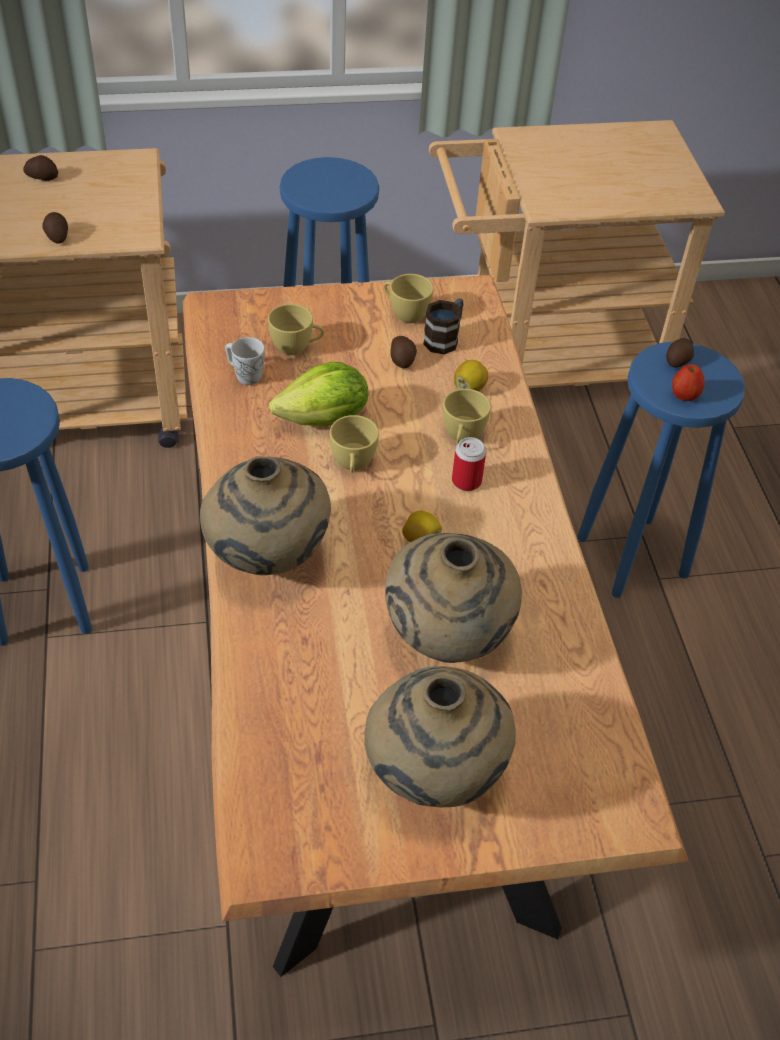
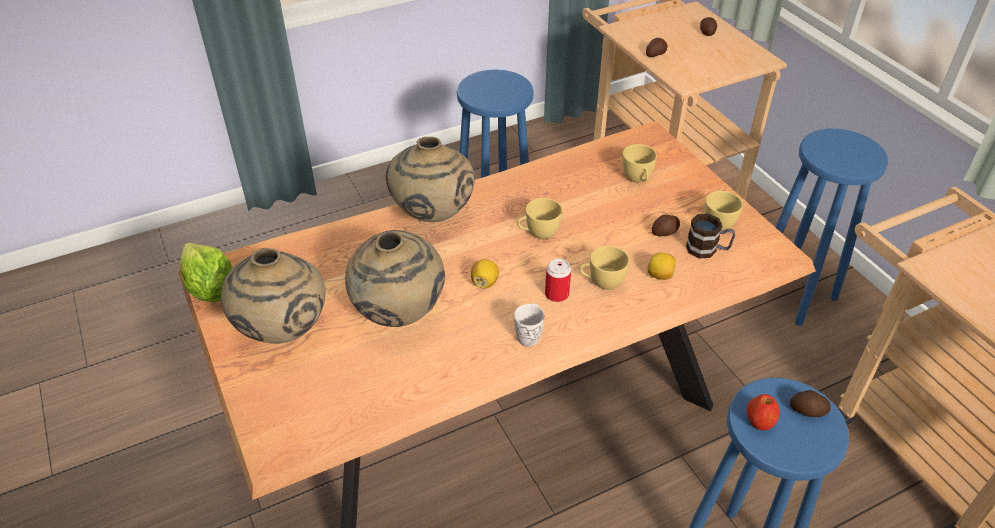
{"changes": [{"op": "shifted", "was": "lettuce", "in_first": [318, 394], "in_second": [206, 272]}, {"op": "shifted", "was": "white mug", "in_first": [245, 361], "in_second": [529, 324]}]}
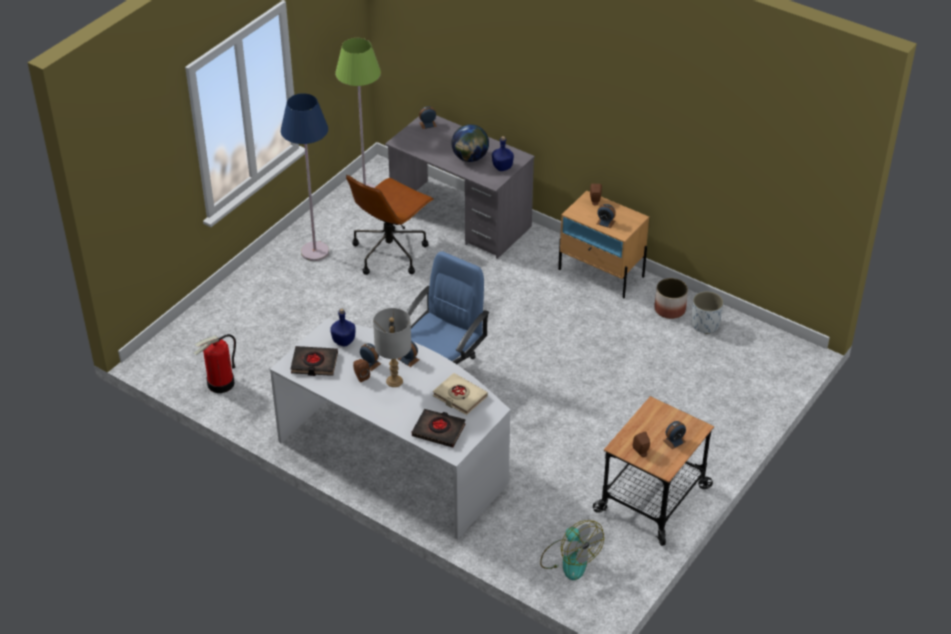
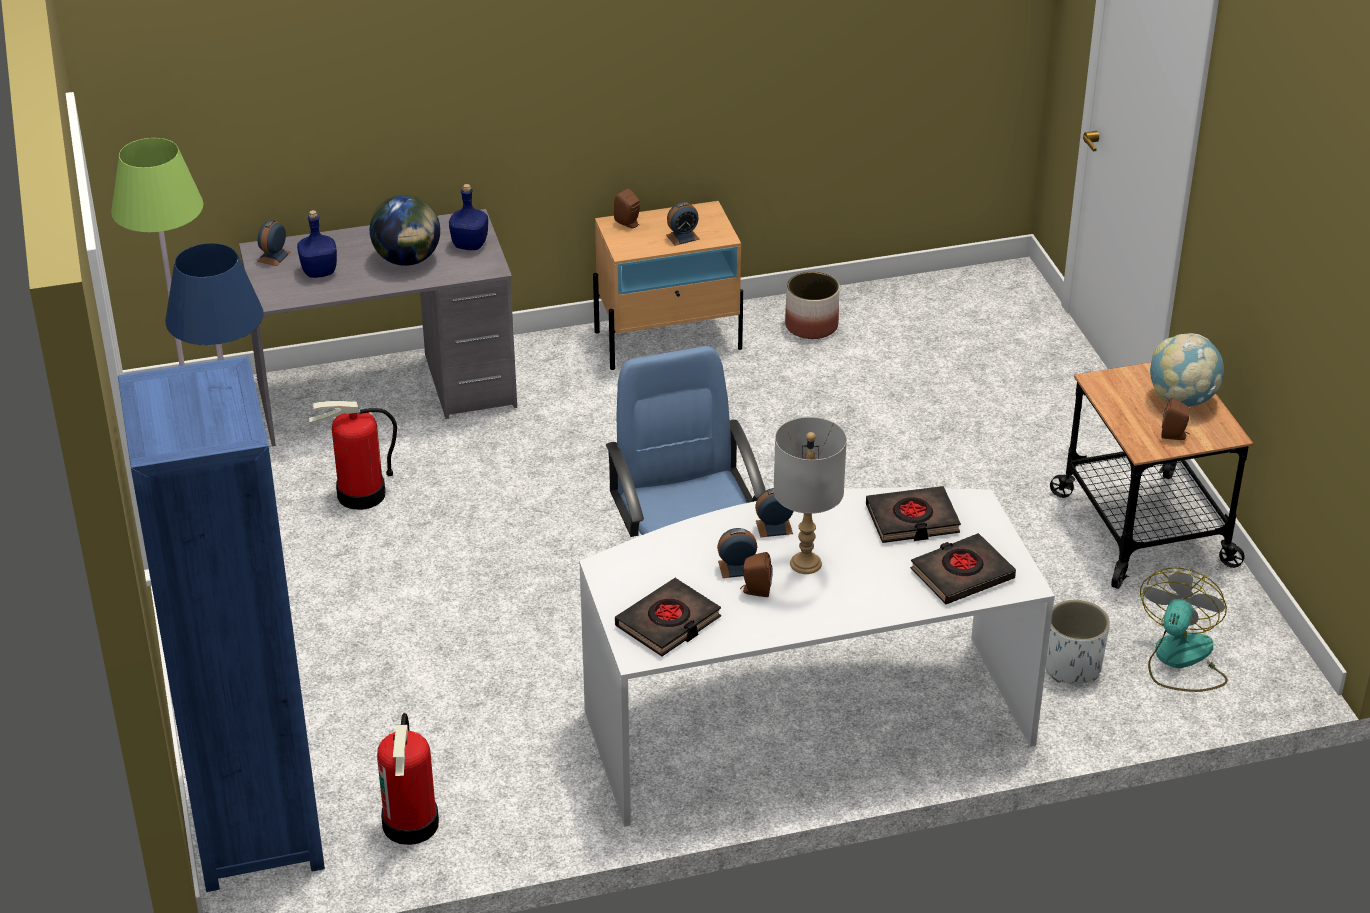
{"changes": [{"op": "new", "now": "blue bookcase", "in_second": [221, 624]}, {"op": "shifted", "was": "blue bottle", "in_first": [343, 327], "in_second": [317, 244]}, {"op": "swapped", "was": "brown office chair", "now": "fire extinguisher", "in_first": [390, 225], "in_second": [353, 455]}, {"op": "repainted", "was": "beige book", "now": "black book", "in_first": [460, 394], "in_second": [913, 514]}, {"op": "shifted", "was": "white planter", "in_first": [707, 312], "in_second": [1078, 642]}, {"op": "rotated", "was": "fan", "in_first": [572, 550], "in_second": [1184, 629], "clockwise": -75}, {"op": "swapped", "was": "alarm clock", "now": "globe", "in_first": [674, 435], "in_second": [1187, 370]}]}
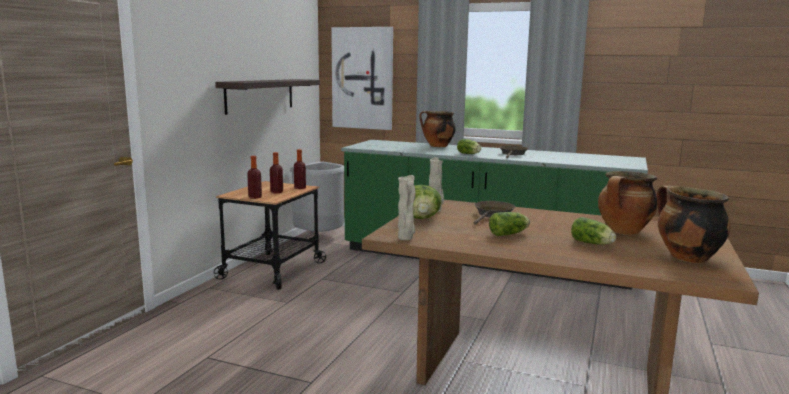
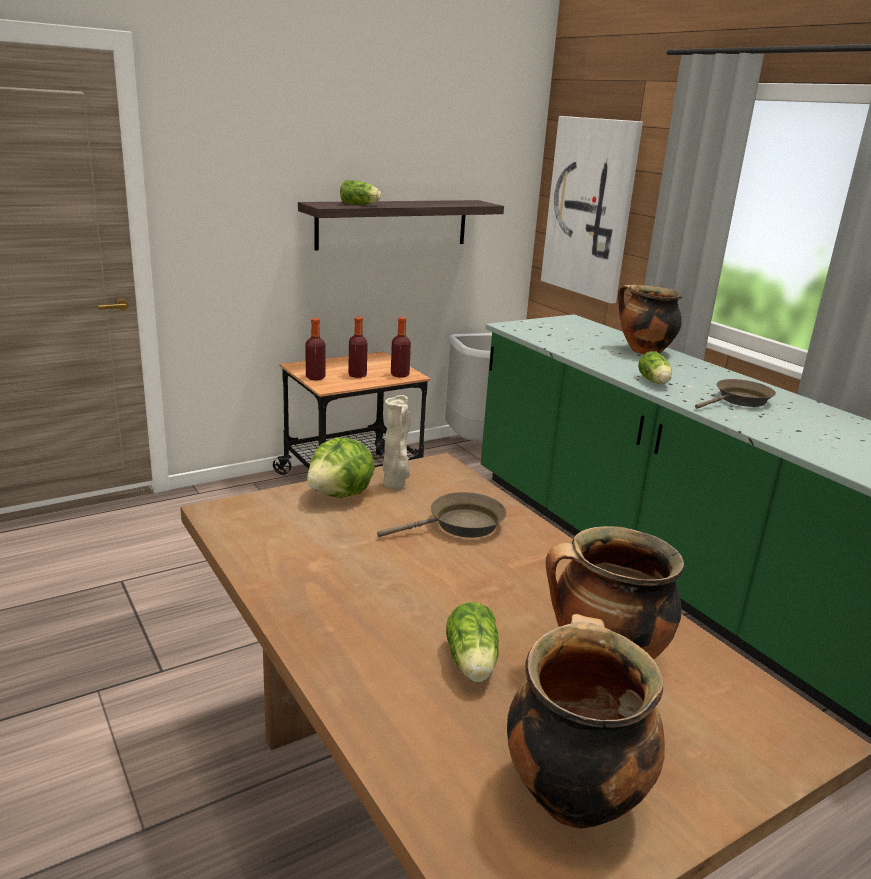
{"changes": [{"op": "shifted", "was": "lettuce", "in_first": [509, 224], "in_second": [360, 192]}, {"op": "gone", "was": "beige vase", "in_first": [407, 207]}]}
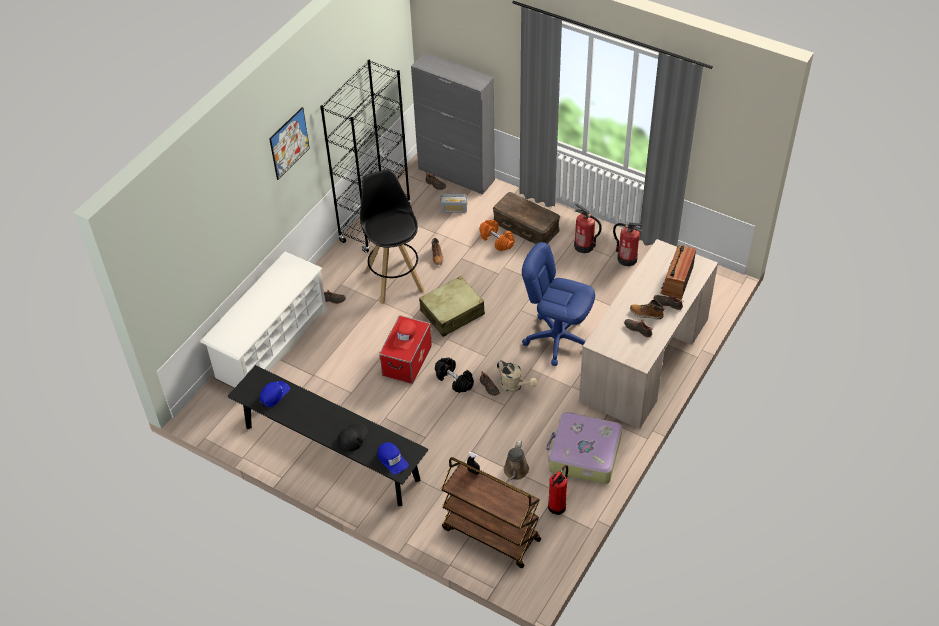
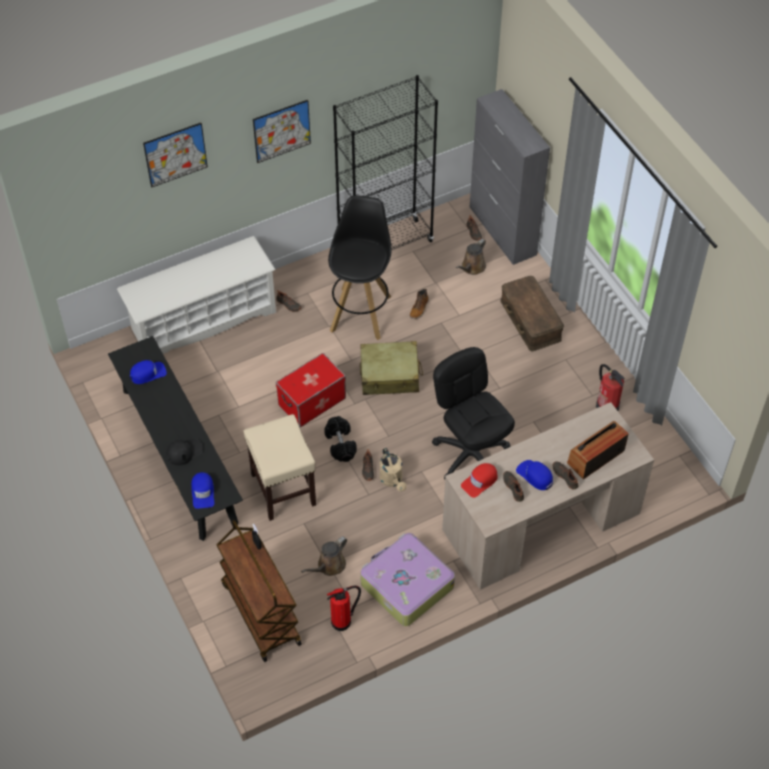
{"changes": [{"op": "new", "now": "picture", "in_second": [175, 155]}, {"op": "new", "now": "beige stool", "in_second": [279, 467]}, {"op": "repainted", "was": "blue office chair", "now": "black office chair", "in_first": [558, 304], "in_second": [473, 413]}, {"op": "swapped", "was": "radio", "now": "brown watering can", "in_first": [454, 203], "in_second": [471, 257]}, {"op": "shifted", "was": "red cap", "in_first": [405, 334], "in_second": [479, 480]}, {"op": "swapped", "was": "boot", "now": "blue cap", "in_first": [647, 309], "in_second": [534, 475]}, {"op": "gone", "was": "orange dumbbell", "in_first": [496, 235]}, {"op": "gone", "was": "fire extinguisher", "in_first": [588, 228]}]}
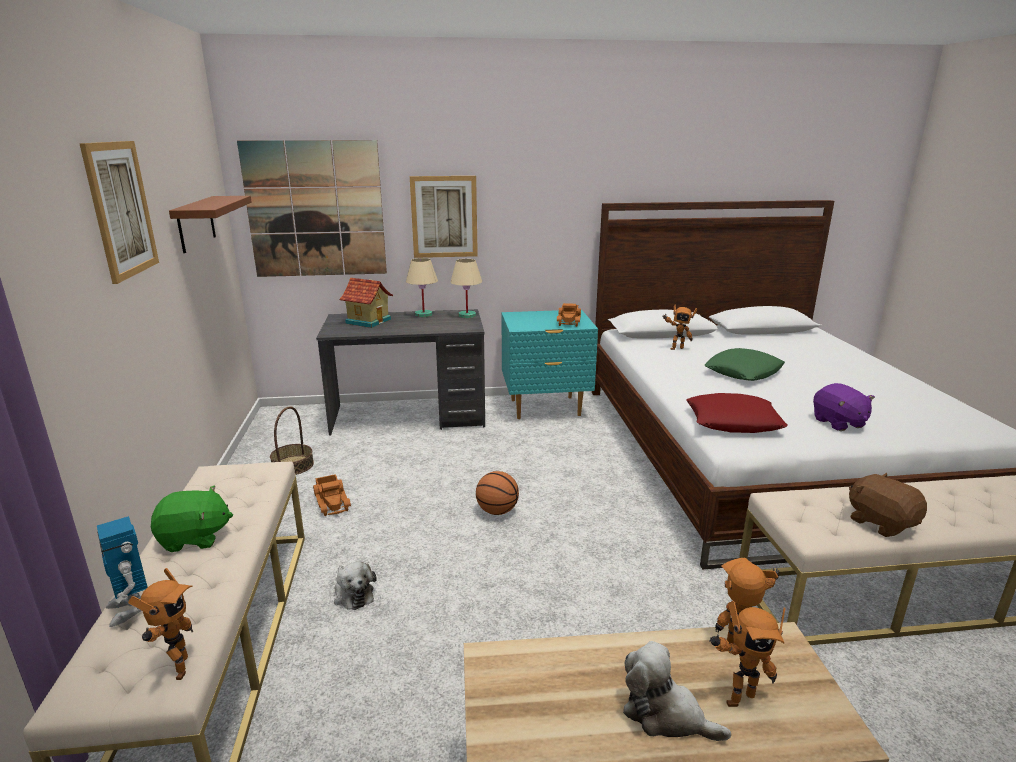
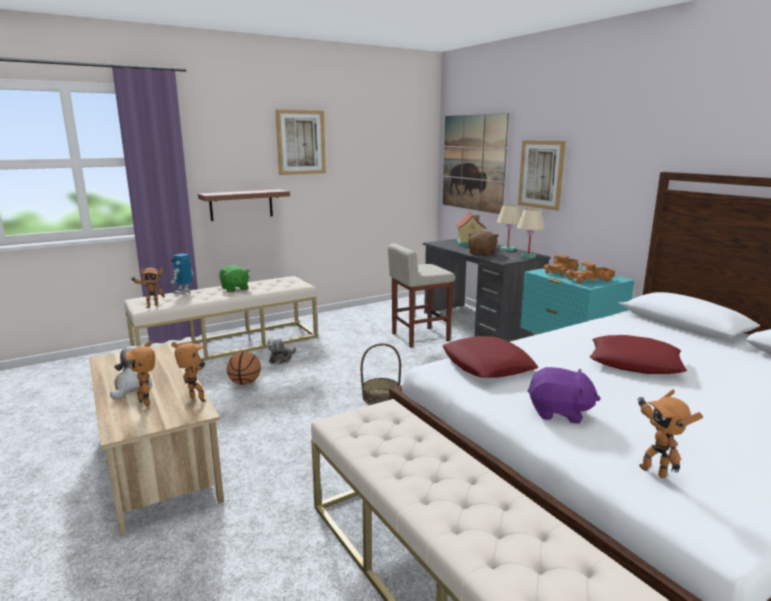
{"changes": [{"op": "shifted", "was": "brown shelf", "in_first": [210, 224], "in_second": [244, 205]}, {"op": "shifted", "was": "basketball", "in_first": [497, 493], "in_second": [244, 368]}, {"op": "shifted", "was": "basket", "in_first": [292, 440], "in_second": [381, 374]}, {"op": "new", "now": "beige stool", "in_second": [421, 295]}, {"op": "shifted", "was": "brown plush toy", "in_first": [888, 505], "in_second": [484, 243]}, {"op": "rotated", "was": "purple plush toy", "in_first": [844, 407], "in_second": [564, 395], "clockwise": -120}, {"op": "shifted", "was": "toy truck", "in_first": [332, 495], "in_second": [561, 265]}, {"op": "repainted", "was": "green pillow", "now": "red pillow", "in_first": [744, 364], "in_second": [638, 354]}, {"op": "shifted", "was": "toy robot", "in_first": [679, 327], "in_second": [670, 433]}]}
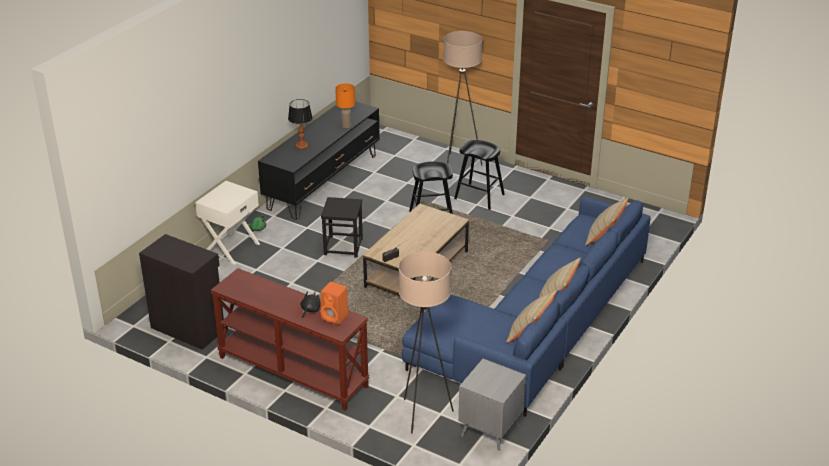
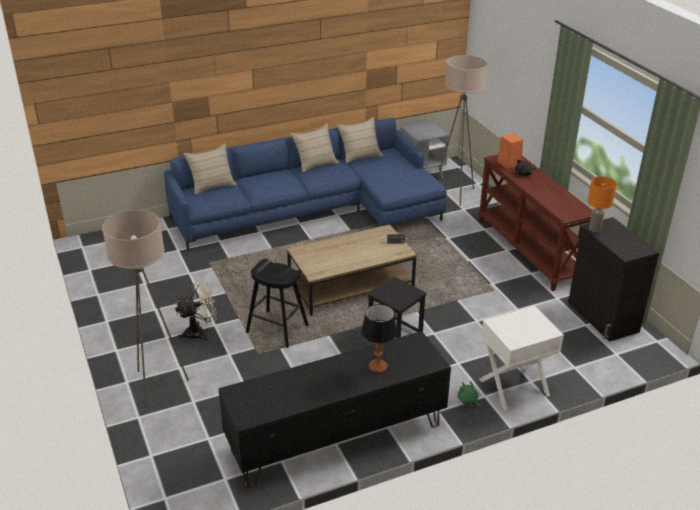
{"changes": [{"op": "swapped", "was": "black stool", "now": "beige fan", "in_first": [479, 175], "in_second": [196, 311]}, {"op": "shifted", "was": "orange table lamp", "in_first": [345, 105], "in_second": [602, 204]}]}
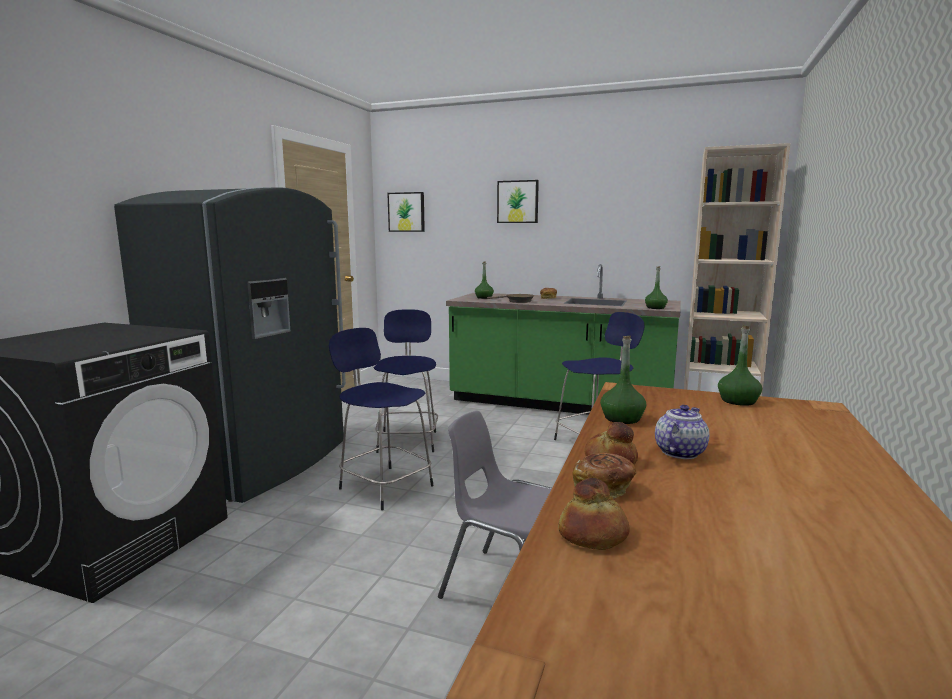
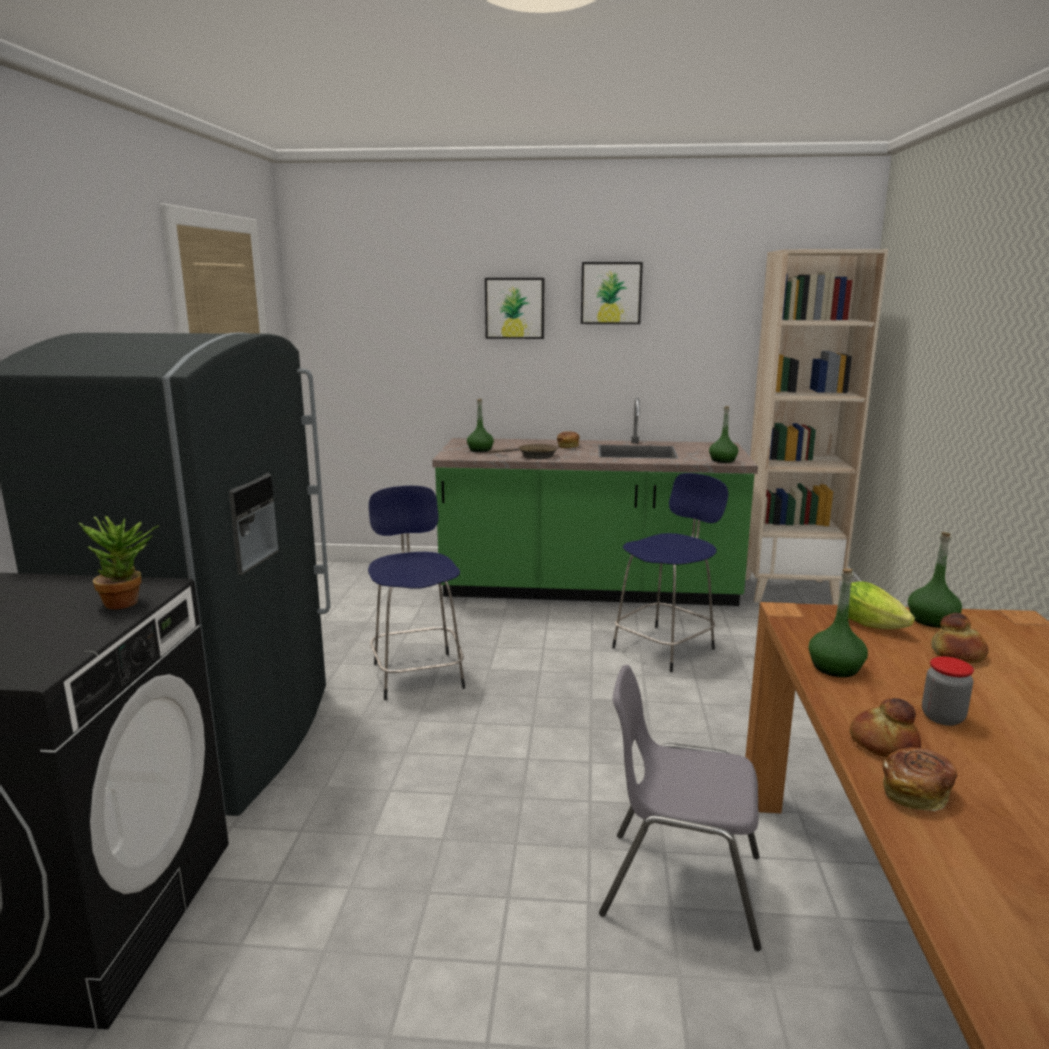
{"changes": [{"op": "new", "now": "potted plant", "in_second": [119, 562]}, {"op": "shifted", "was": "picture", "in_first": [406, 212], "in_second": [612, 293]}, {"op": "new", "now": "lettuce", "in_second": [876, 605]}, {"op": "swapped", "was": "teapot", "now": "jar", "in_first": [682, 432], "in_second": [948, 691]}, {"op": "shifted", "was": "bread", "in_first": [593, 514], "in_second": [960, 638]}, {"op": "gone", "was": "blue stool", "in_first": [381, 419]}]}
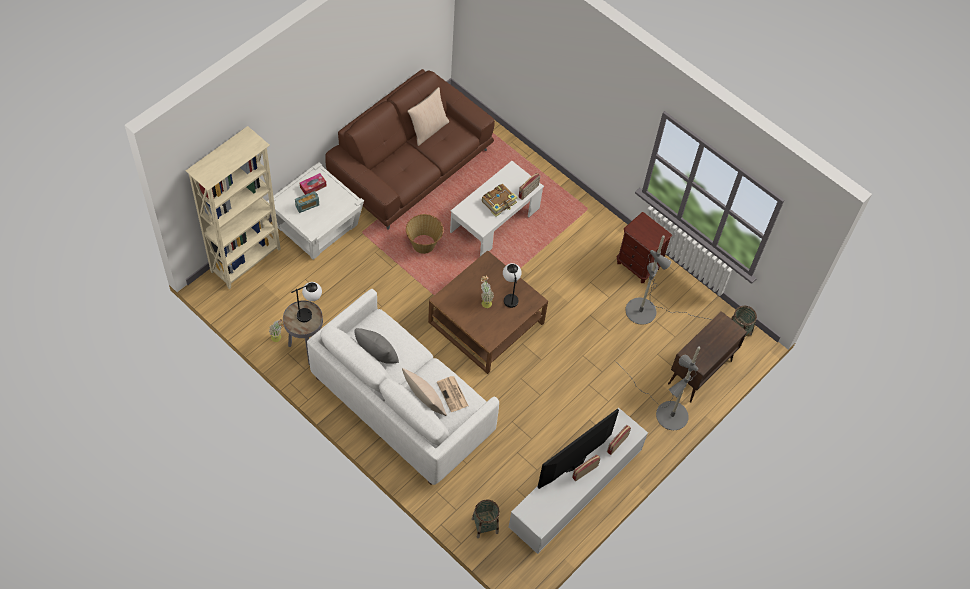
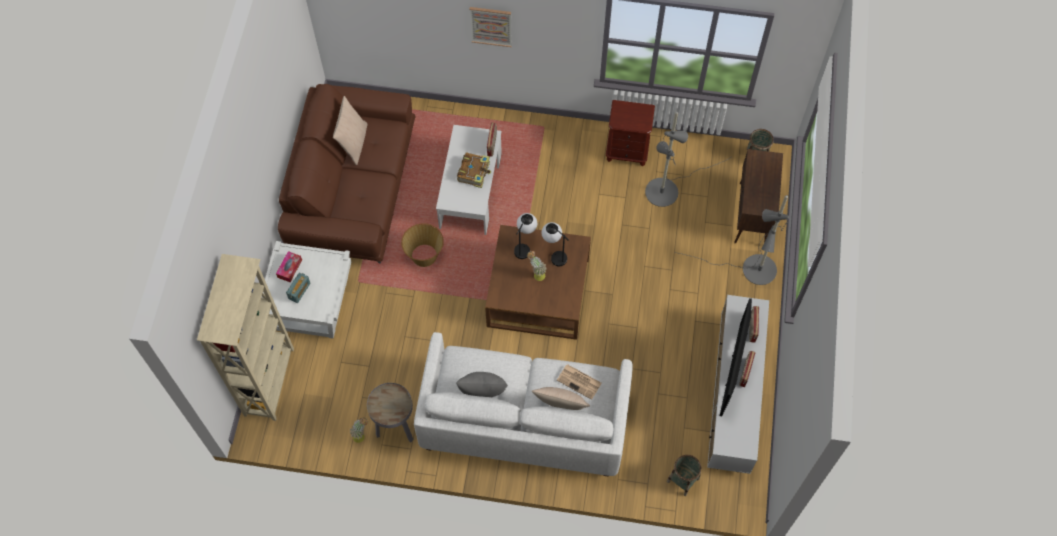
{"changes": [{"op": "new", "now": "picture", "in_second": [491, 27]}, {"op": "shifted", "was": "table lamp", "in_first": [306, 302], "in_second": [525, 236]}]}
